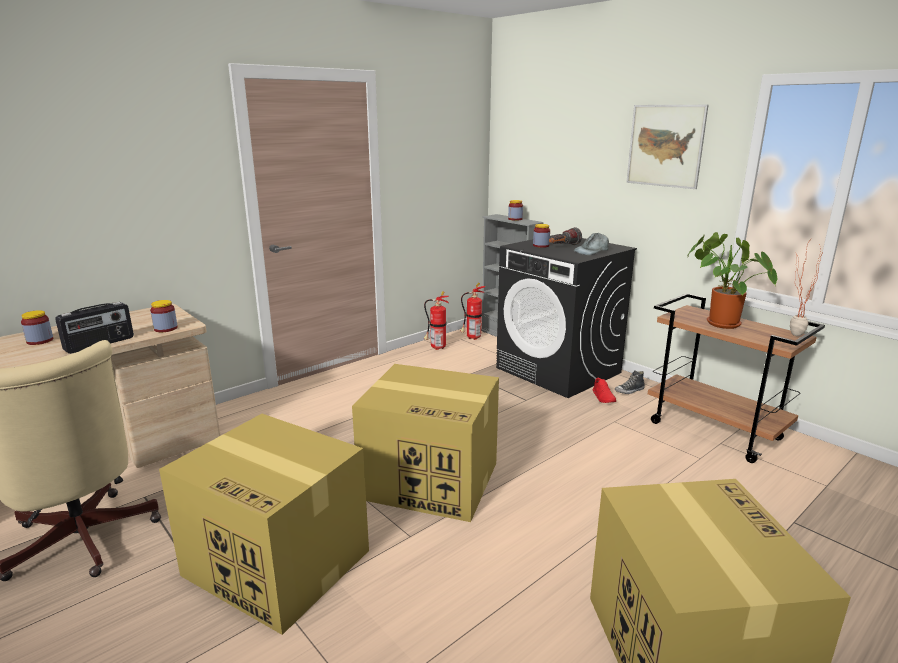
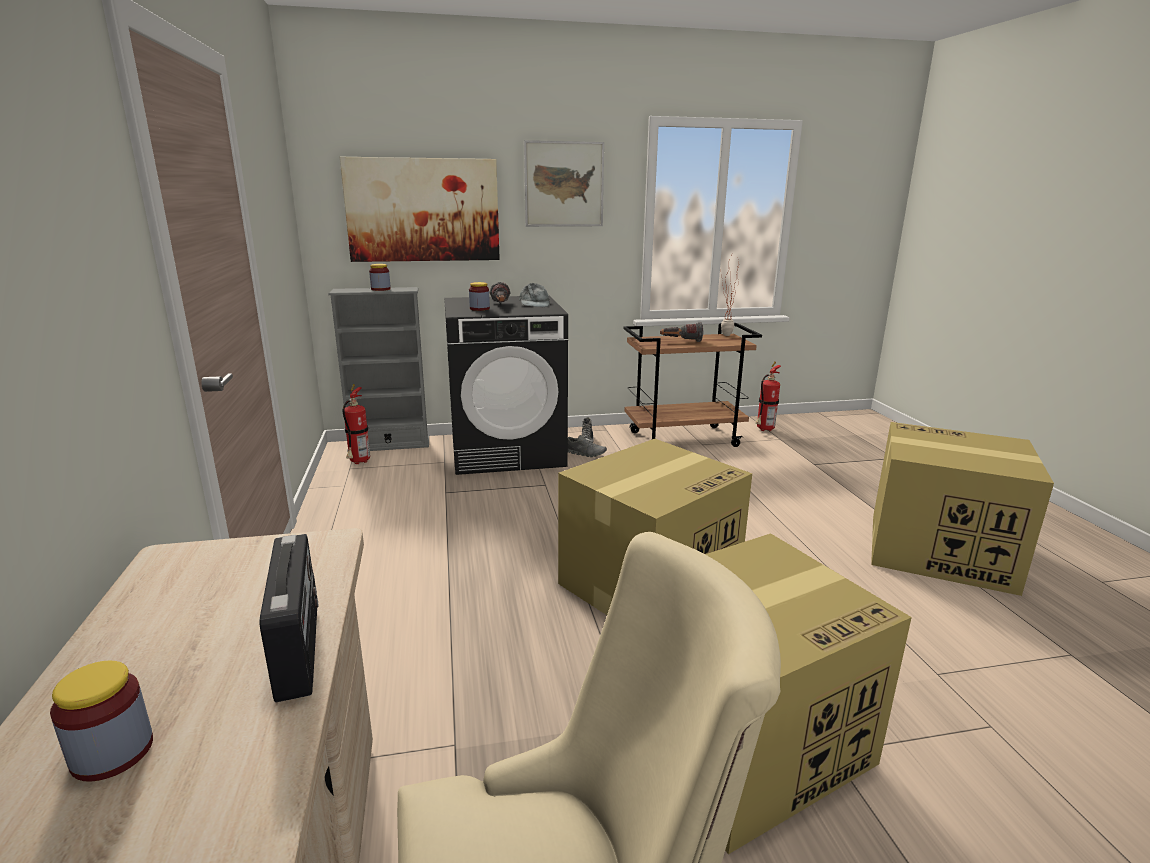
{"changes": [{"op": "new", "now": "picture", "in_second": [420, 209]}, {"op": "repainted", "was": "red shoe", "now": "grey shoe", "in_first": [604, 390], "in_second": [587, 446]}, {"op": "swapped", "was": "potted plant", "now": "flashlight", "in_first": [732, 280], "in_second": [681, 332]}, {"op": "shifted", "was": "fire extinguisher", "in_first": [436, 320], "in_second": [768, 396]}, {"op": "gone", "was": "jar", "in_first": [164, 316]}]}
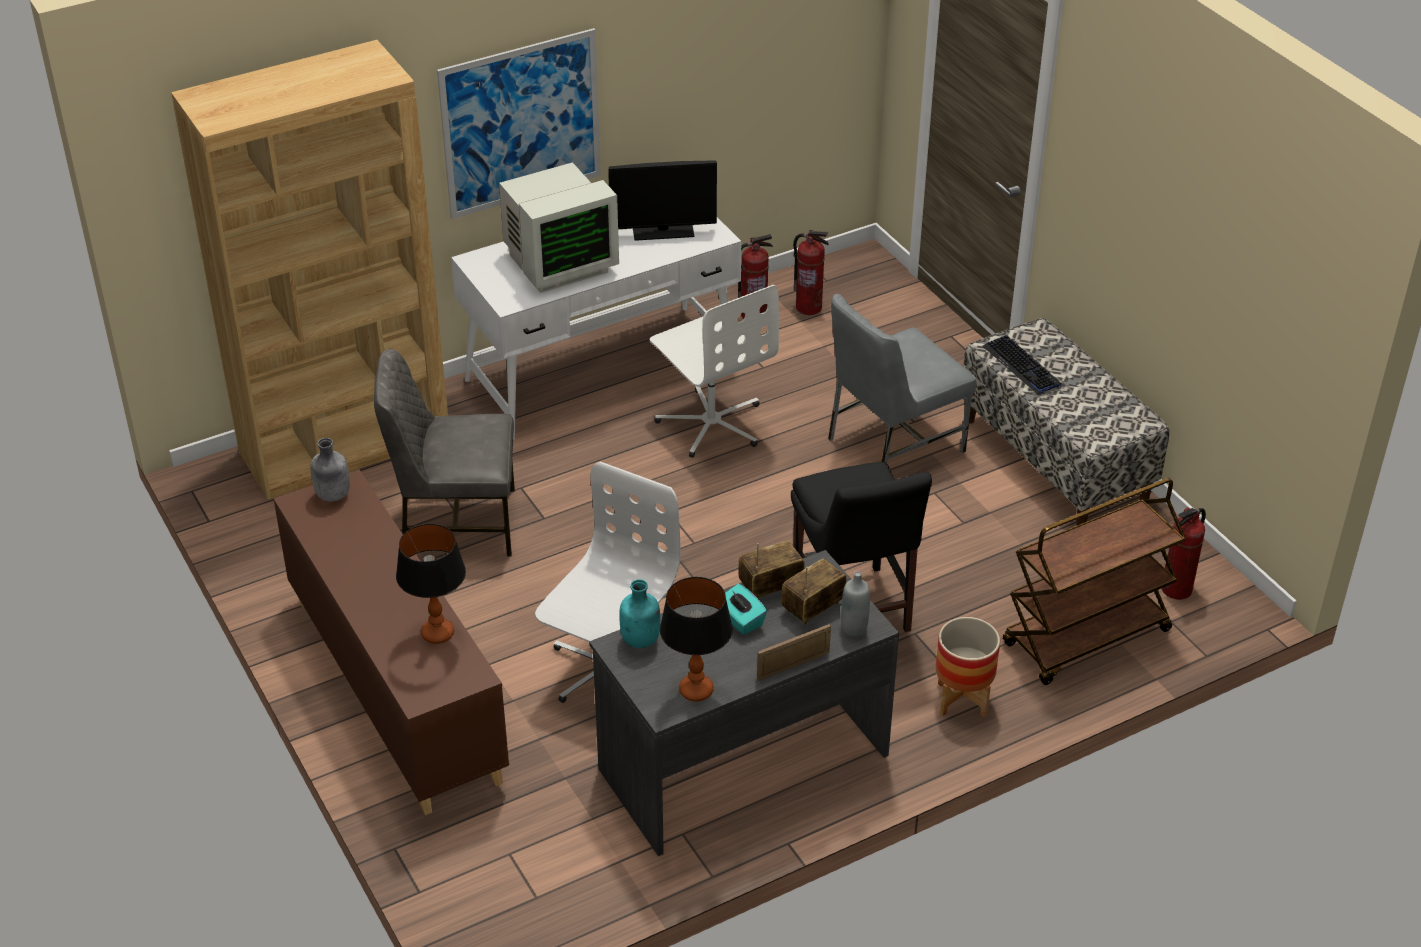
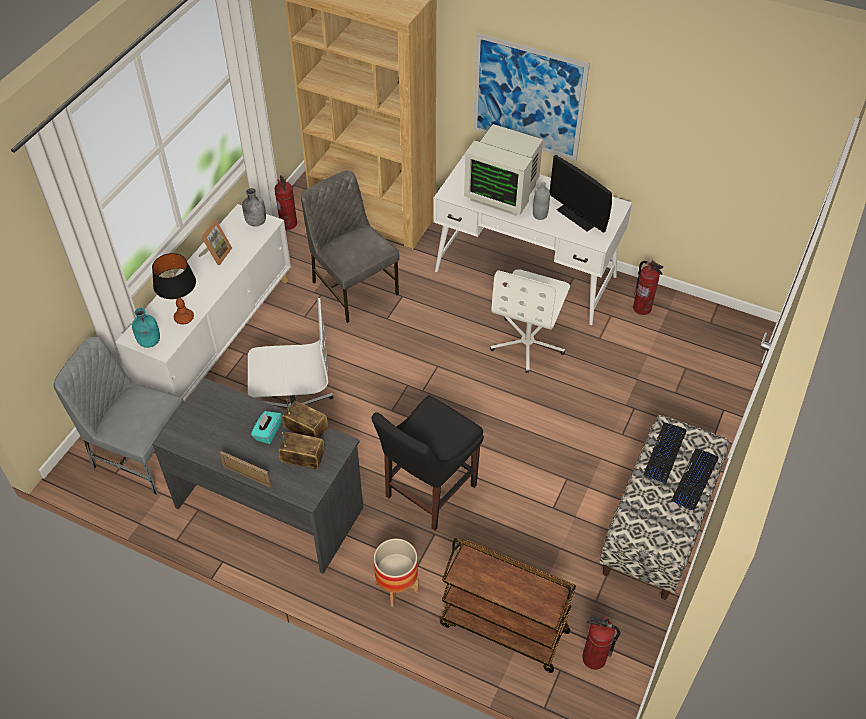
{"changes": [{"op": "shifted", "was": "grey chair", "in_first": [902, 378], "in_second": [119, 415]}, {"op": "repainted", "was": "brown cabinet", "now": "white cabinet", "in_first": [391, 642], "in_second": [203, 303]}, {"op": "shifted", "was": "turquoise bottle", "in_first": [639, 613], "in_second": [146, 328]}, {"op": "new", "now": "picture frame", "in_second": [215, 242]}, {"op": "shifted", "was": "fire extinguisher", "in_first": [811, 272], "in_second": [286, 202]}, {"op": "shifted", "was": "grey bottle", "in_first": [855, 604], "in_second": [541, 201]}, {"op": "new", "now": "keyboard", "in_second": [695, 480]}, {"op": "gone", "was": "table lamp", "in_first": [696, 639]}]}
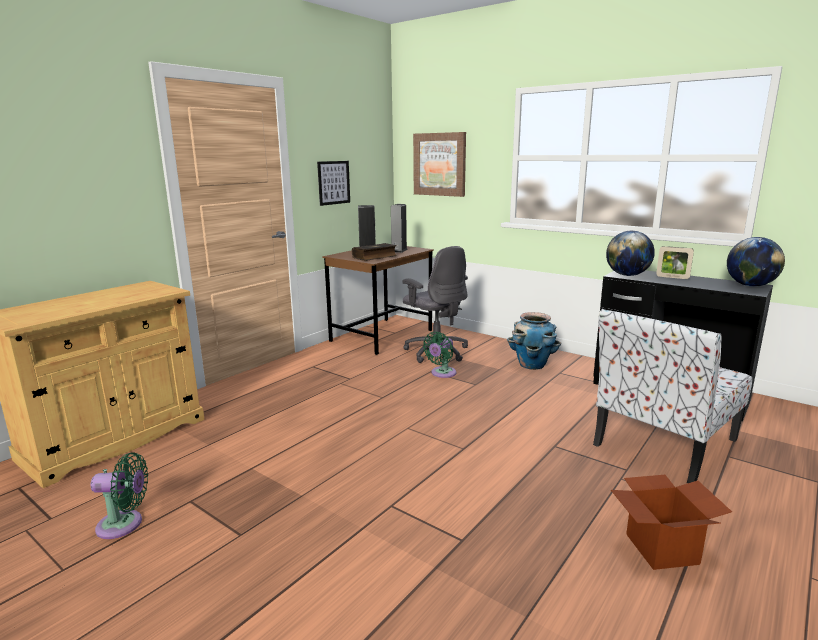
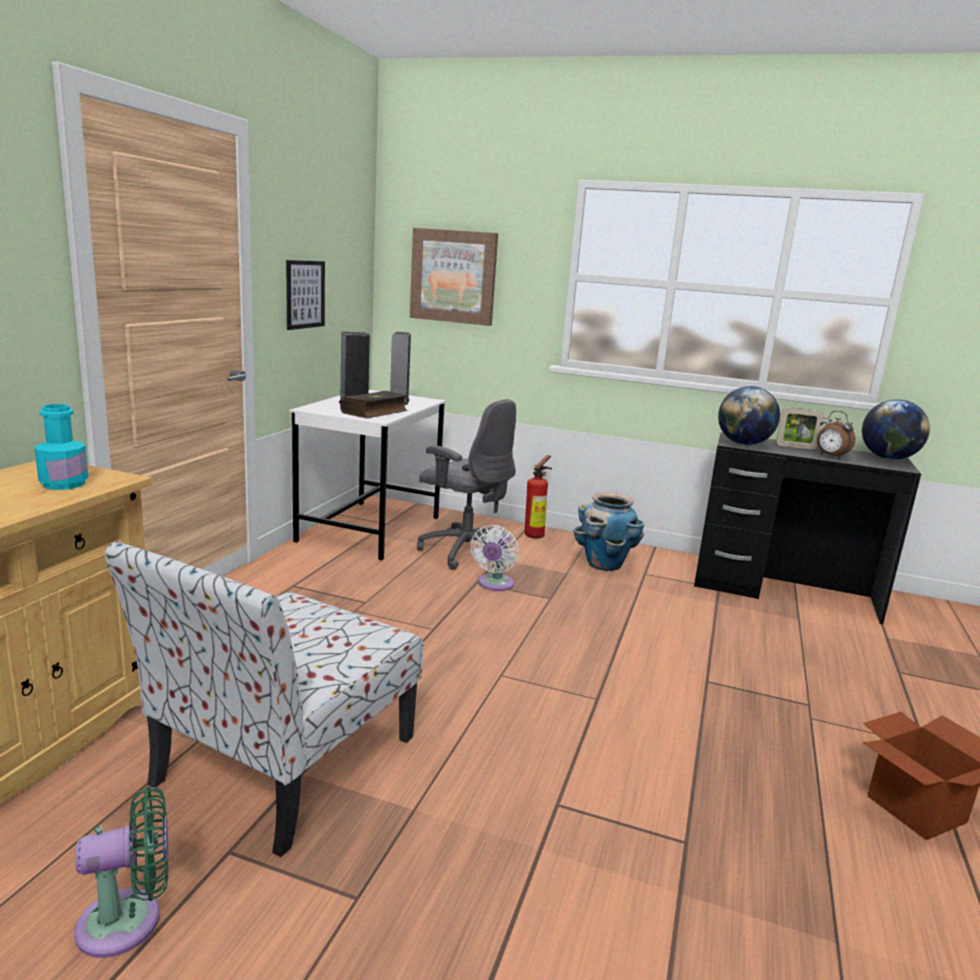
{"changes": [{"op": "new", "now": "turquoise bottle", "in_second": [61, 447]}, {"op": "shifted", "was": "chair", "in_first": [672, 396], "in_second": [264, 699]}, {"op": "repainted", "was": "brown desk", "now": "white desk", "in_first": [378, 300], "in_second": [368, 475]}, {"op": "repainted", "was": "green fan", "now": "white fan", "in_first": [439, 355], "in_second": [494, 558]}, {"op": "new", "now": "fire extinguisher", "in_second": [538, 496]}, {"op": "new", "now": "alarm clock", "in_second": [836, 435]}]}
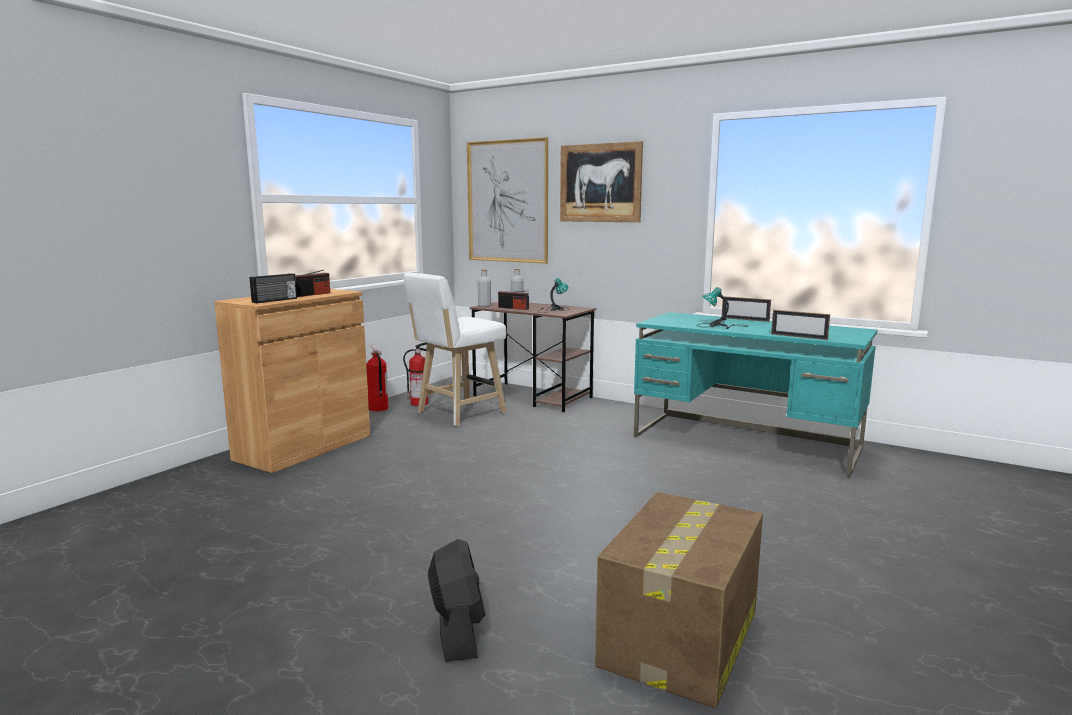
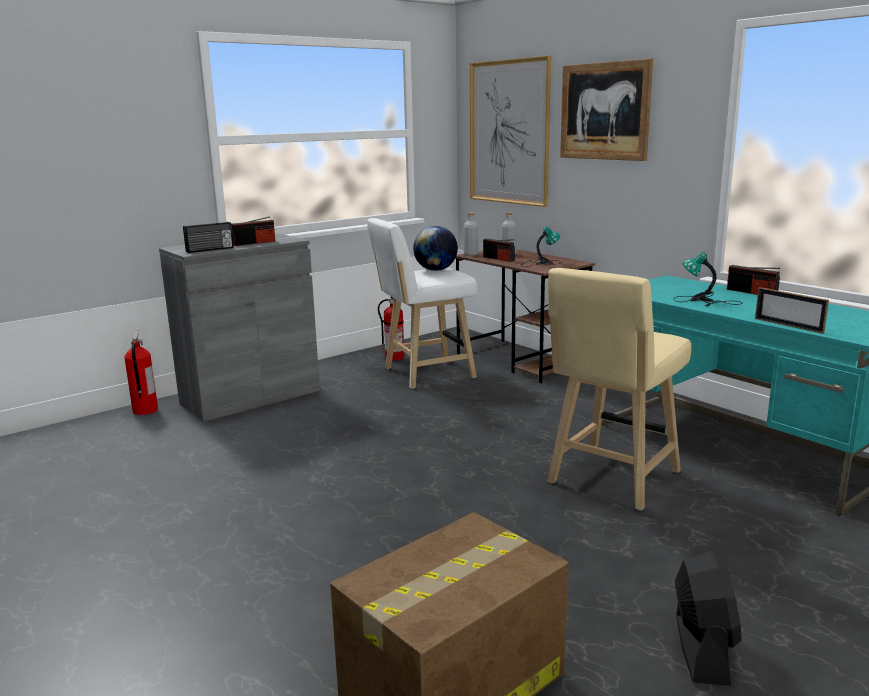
{"changes": [{"op": "shifted", "was": "fire extinguisher", "in_first": [377, 378], "in_second": [141, 373]}, {"op": "repainted", "was": "brown cabinet", "now": "grey cabinet", "in_first": [292, 381], "in_second": [239, 327]}, {"op": "new", "now": "globe", "in_second": [435, 248]}, {"op": "new", "now": "beige stool", "in_second": [620, 389]}, {"op": "shifted", "was": "black fan", "in_first": [456, 600], "in_second": [708, 618]}, {"op": "swapped", "was": "picture frame", "now": "radio", "in_first": [746, 309], "in_second": [753, 280]}]}
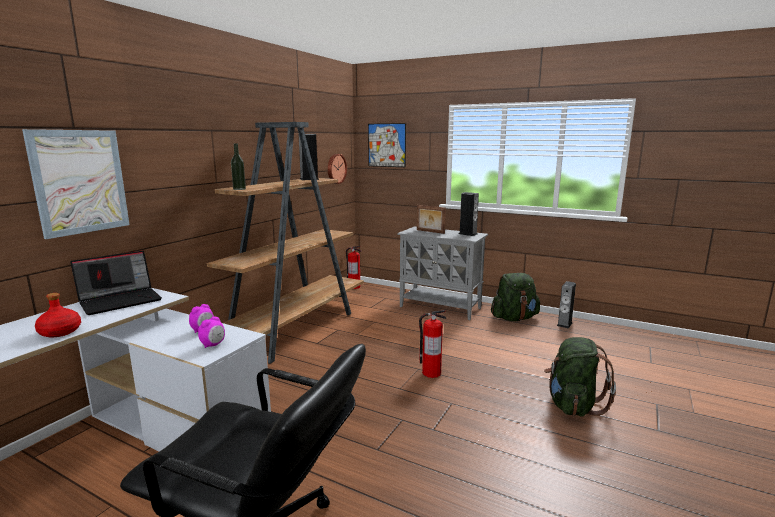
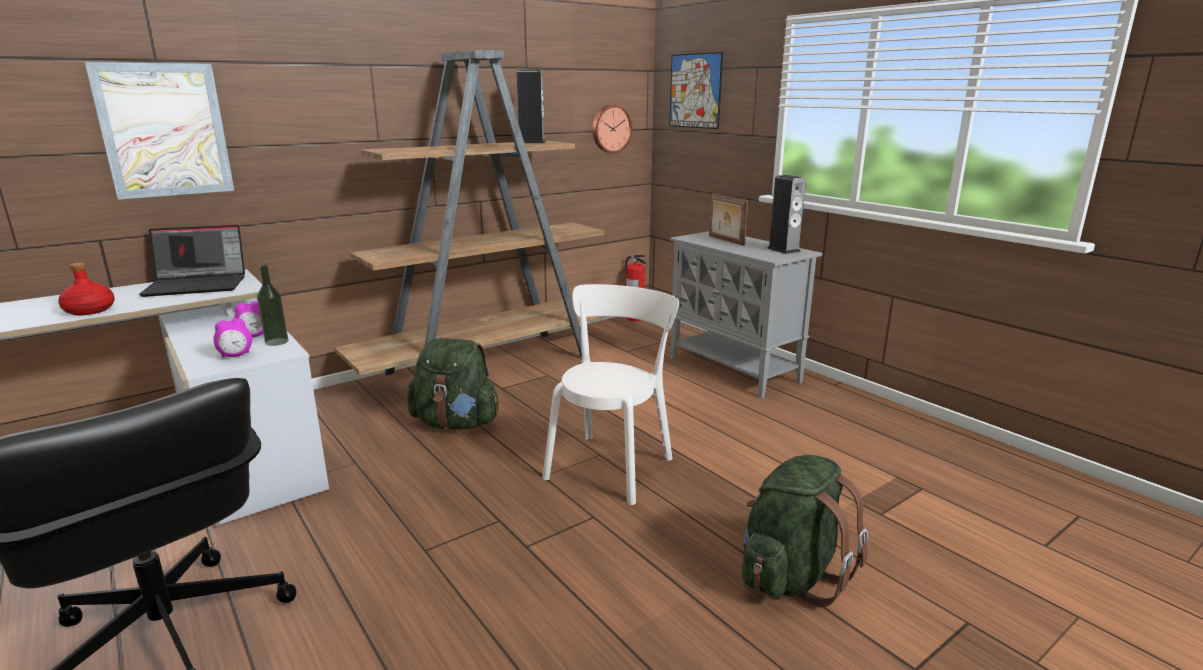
{"changes": [{"op": "shifted", "was": "bottle", "in_first": [238, 167], "in_second": [272, 305]}, {"op": "shifted", "was": "green backpack", "in_first": [515, 297], "in_second": [453, 383]}, {"op": "swapped", "was": "fire extinguisher", "now": "white chair", "in_first": [432, 344], "in_second": [611, 394]}, {"op": "gone", "was": "speaker", "in_first": [566, 305]}]}
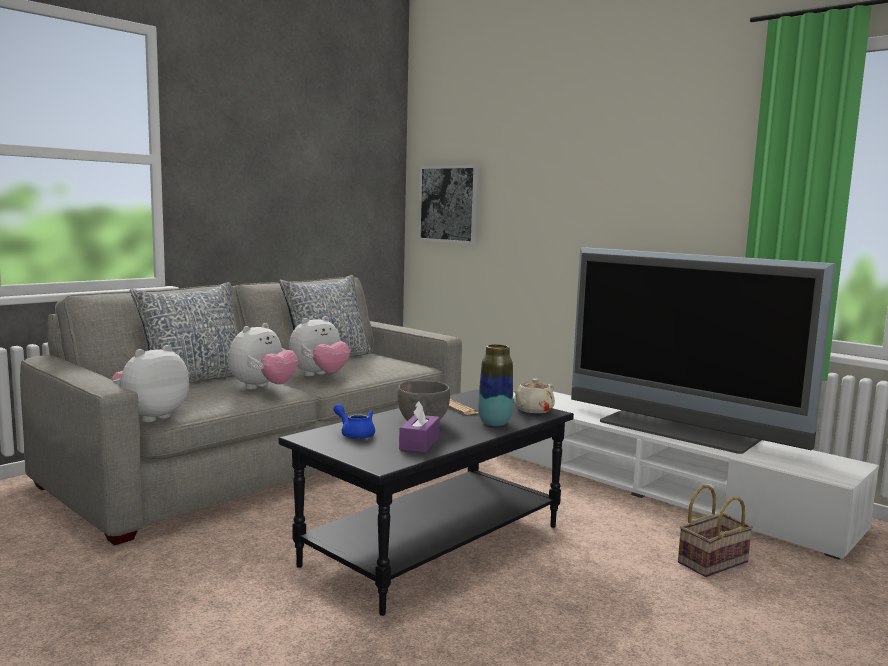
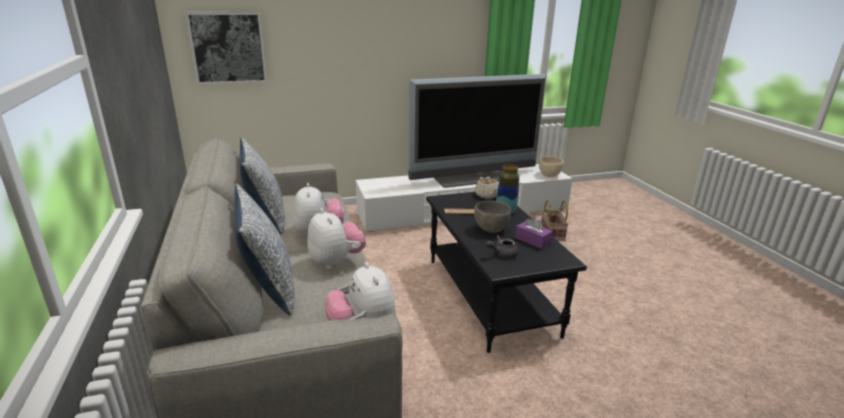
{"changes": [{"op": "repainted", "was": "blue teapot", "now": "grey teapot", "in_first": [354, 421], "in_second": [502, 246]}, {"op": "new", "now": "beige bowl", "in_second": [551, 166]}]}
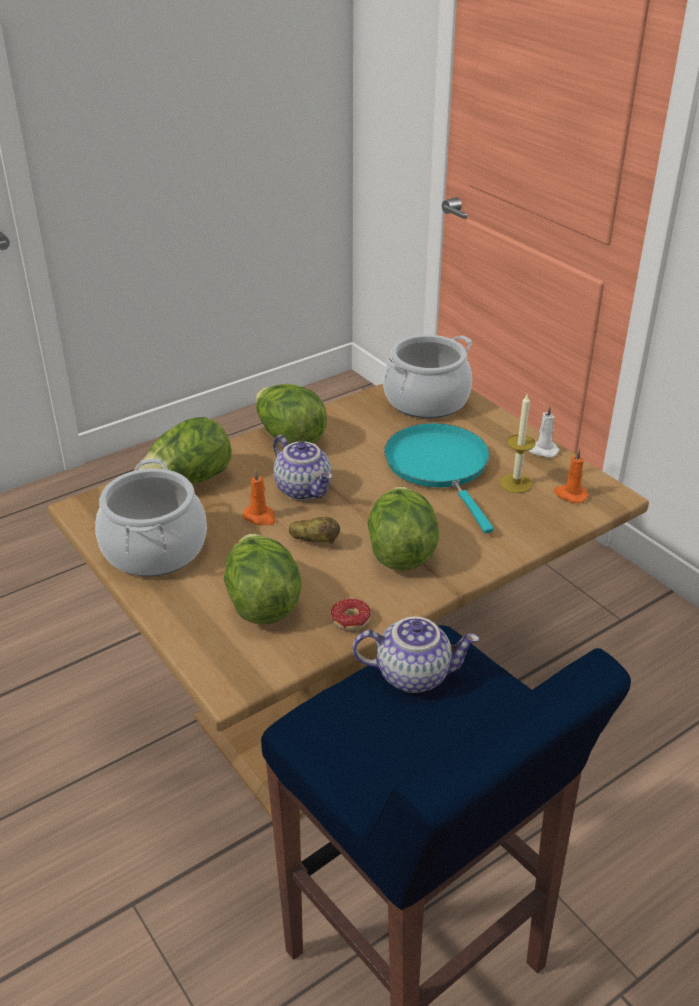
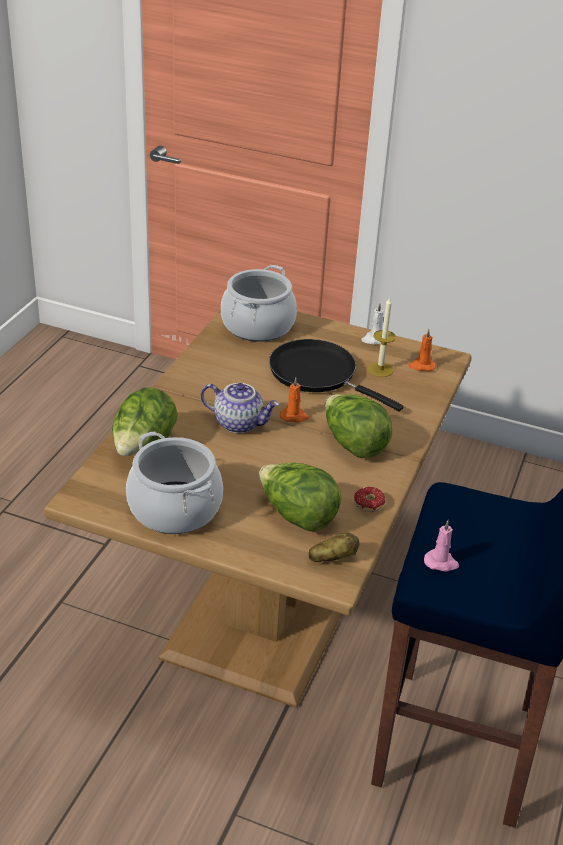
{"changes": [{"op": "repainted", "was": "turquoise frying pan", "now": "black frying pan", "in_first": [439, 478], "in_second": [336, 375]}, {"op": "shifted", "was": "orange candle", "in_first": [259, 497], "in_second": [294, 400]}, {"op": "shifted", "was": "potato", "in_first": [314, 530], "in_second": [333, 547]}, {"op": "new", "now": "pink candle", "in_second": [441, 546]}, {"op": "gone", "was": "lettuce", "in_first": [291, 414]}, {"op": "gone", "was": "teapot", "in_first": [415, 655]}]}
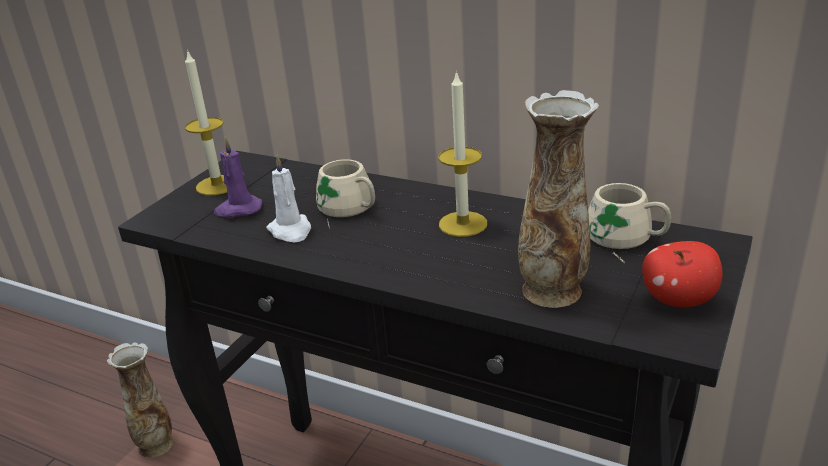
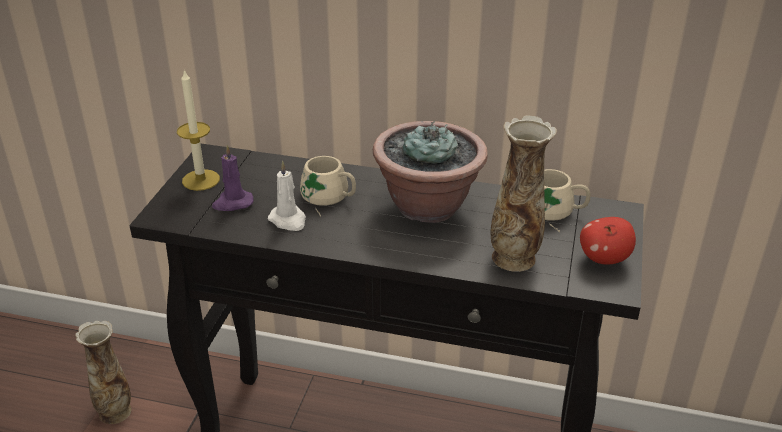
{"changes": [{"op": "swapped", "was": "candle", "now": "potted plant", "in_first": [462, 153], "in_second": [430, 172]}]}
